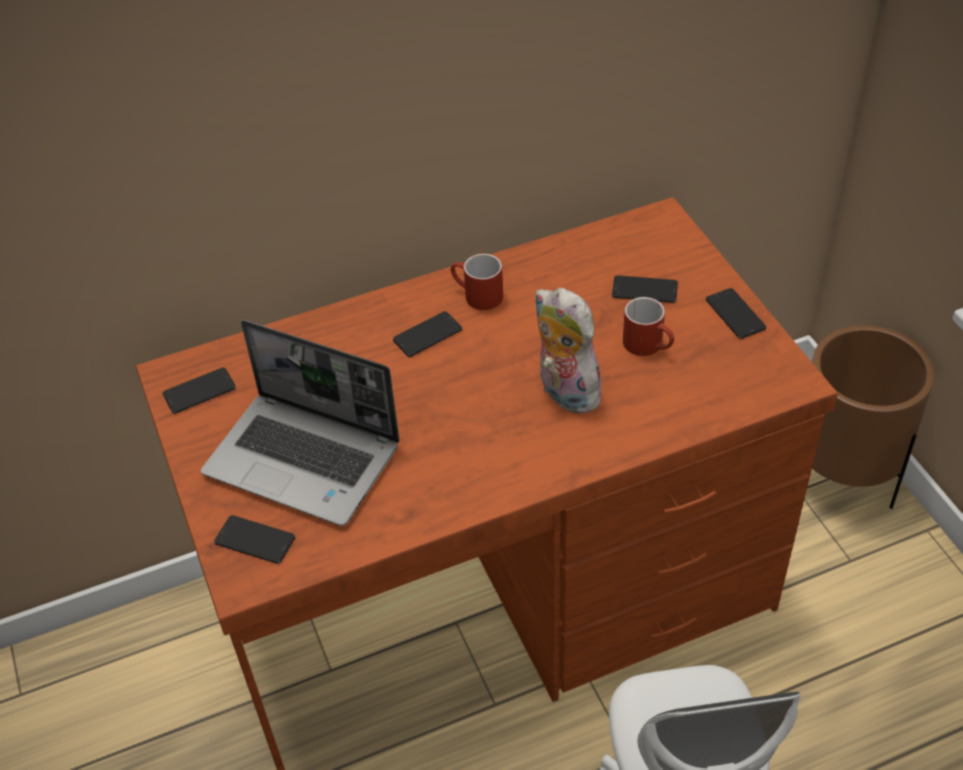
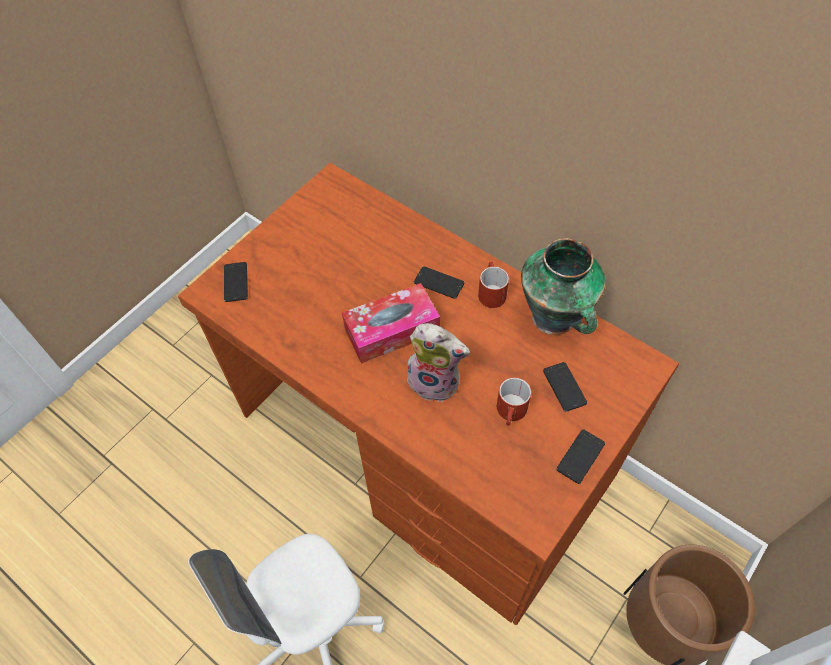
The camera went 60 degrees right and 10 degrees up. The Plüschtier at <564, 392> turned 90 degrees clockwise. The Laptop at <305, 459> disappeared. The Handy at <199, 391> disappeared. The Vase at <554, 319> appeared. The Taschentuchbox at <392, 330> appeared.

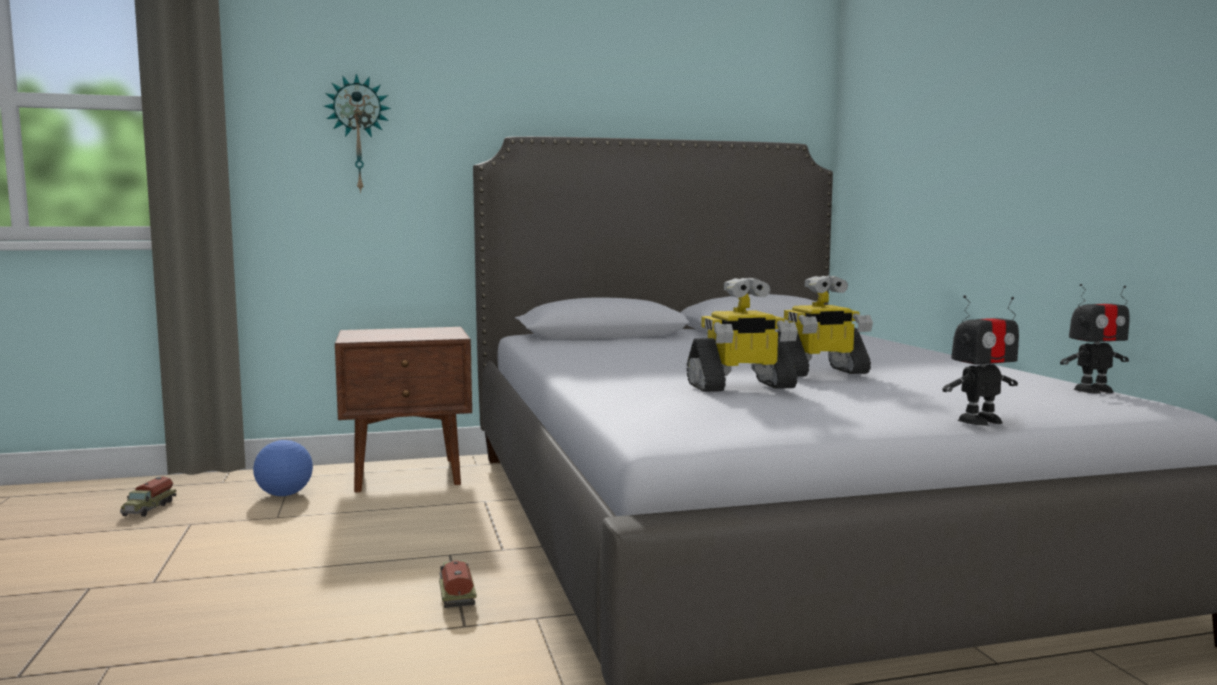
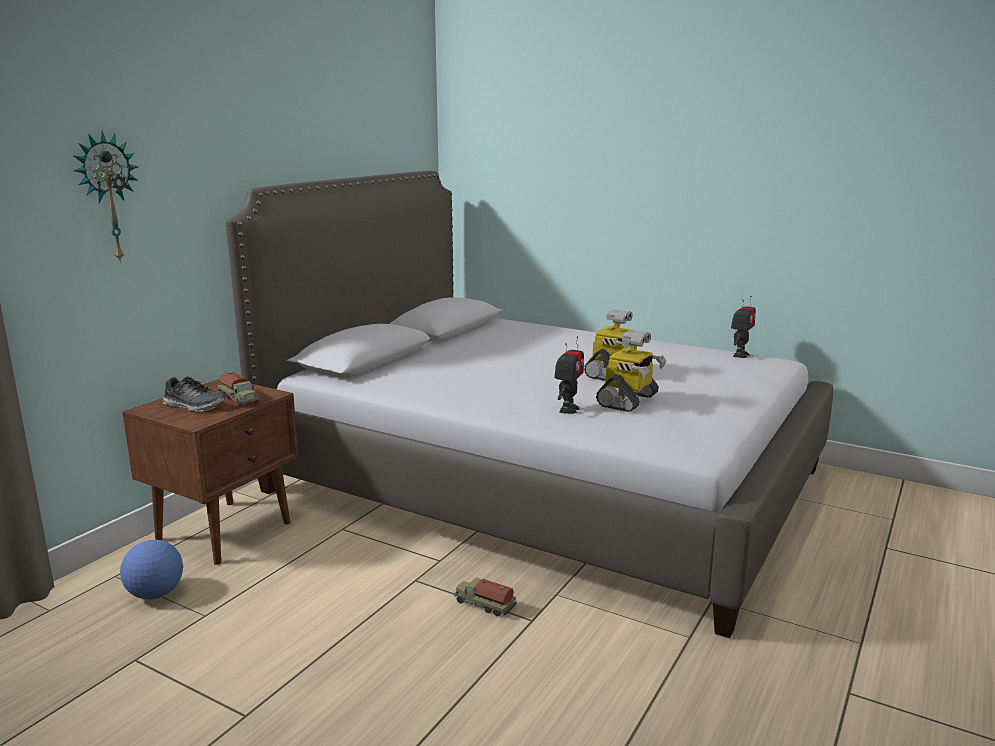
The camera went 45 degrees left and 10 degrees up. The Spielzeugroboter moved from <980, 421> to <568, 409>. The Spielzeuglaster moved from <148, 509> to <239, 399>. The Schuh at <194, 406> appeared.

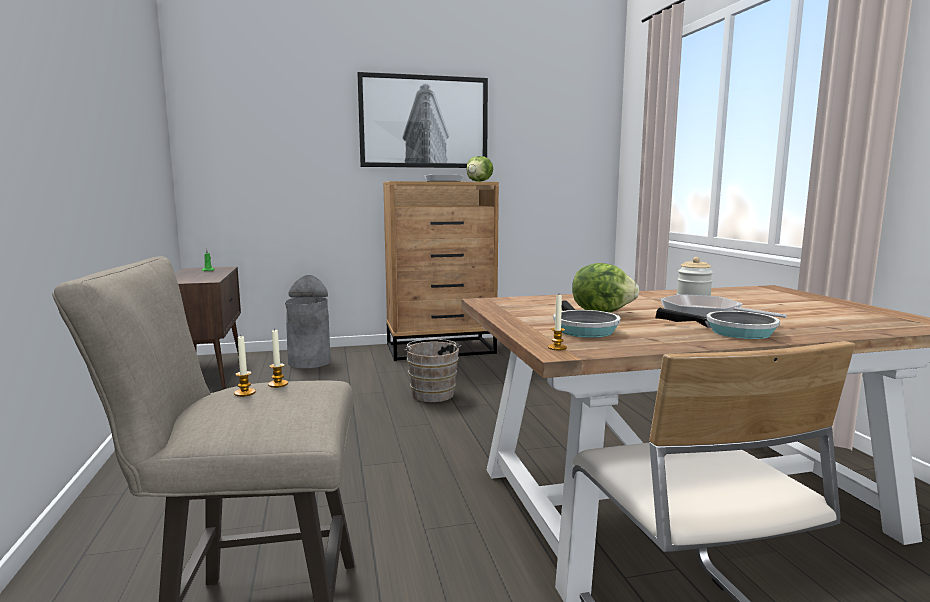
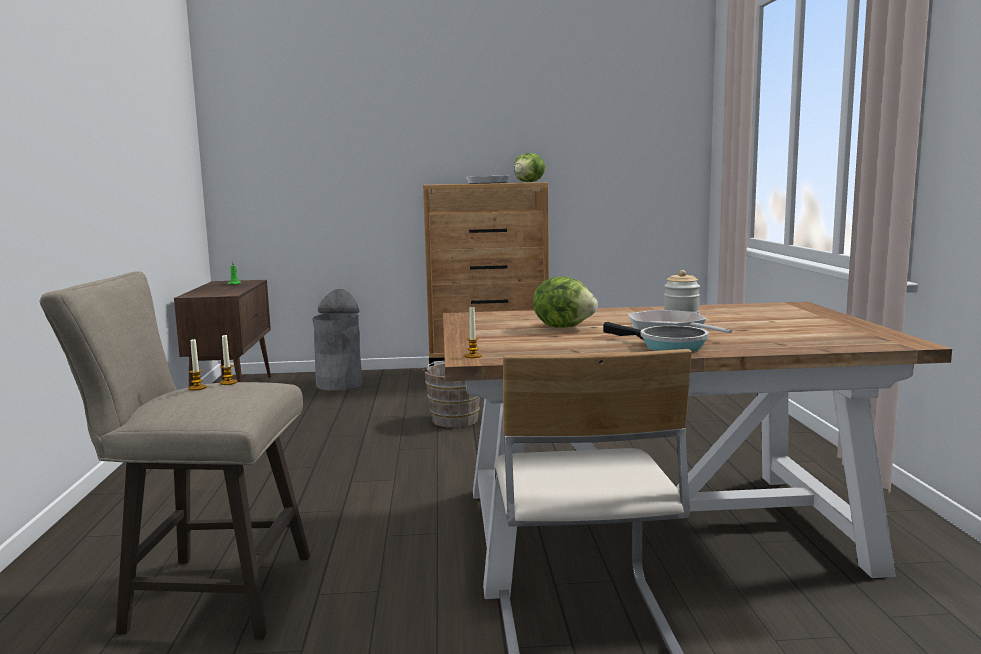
The camera went 10 degrees right and 0 degrees up. The Bild at <424, 122> disappeared. The Pfanne at <583, 329> disappeared.

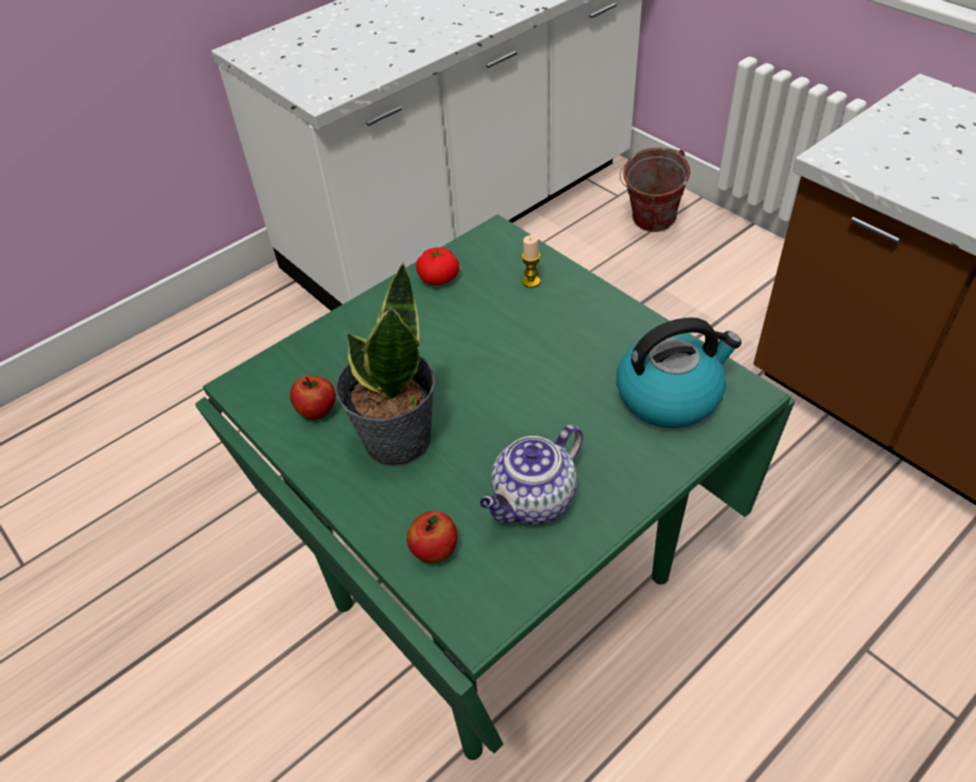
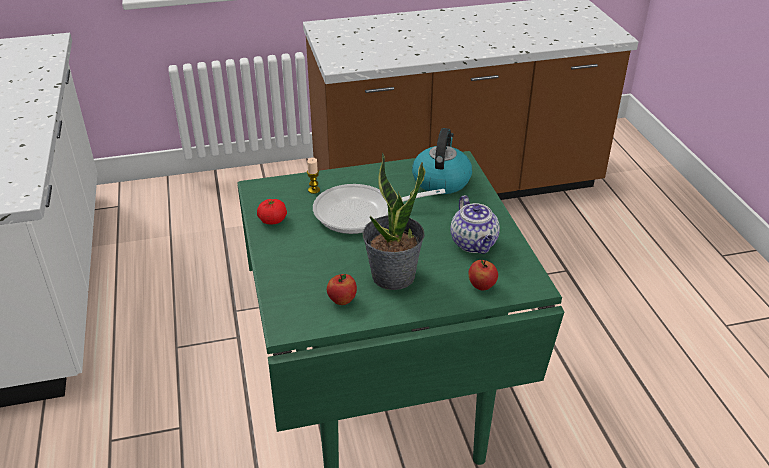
The camera went 65 degrees left and 10 degrees down. The Eimer at <648, 225> disappeared. The Pfanne at <361, 214> appeared.

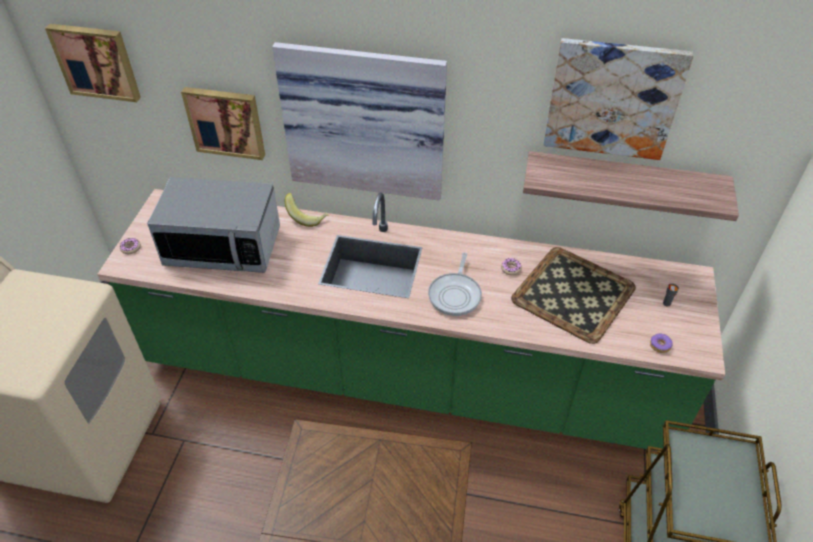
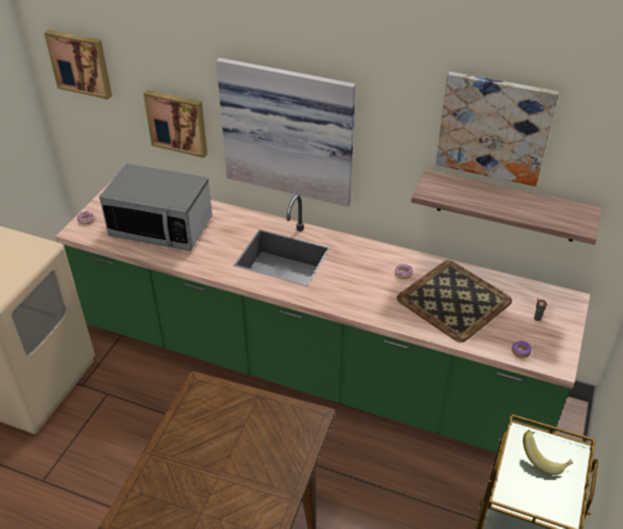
The camera went 10 degrees right and 5 degrees down. The Banane moved from <307, 217> to <545, 459>. The Pfanne at <455, 294> disappeared.

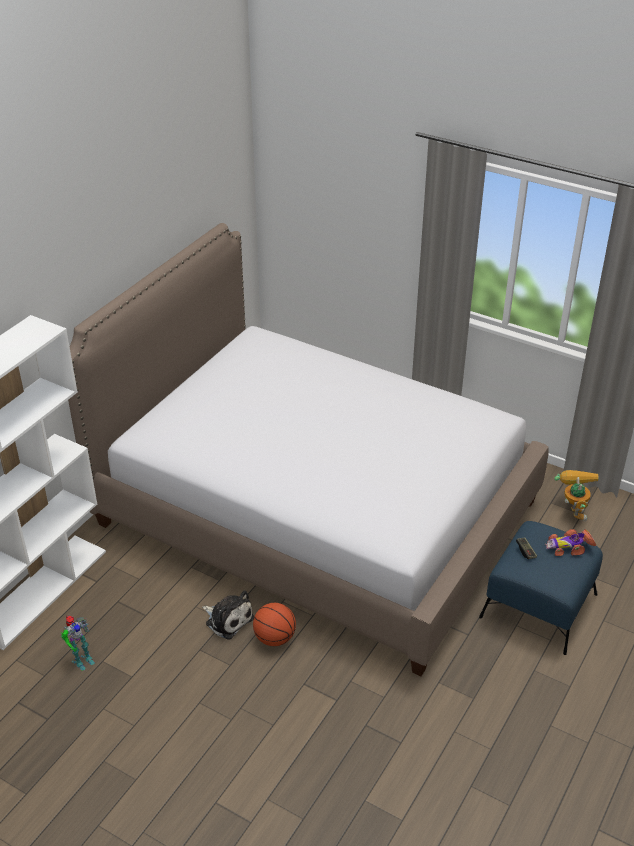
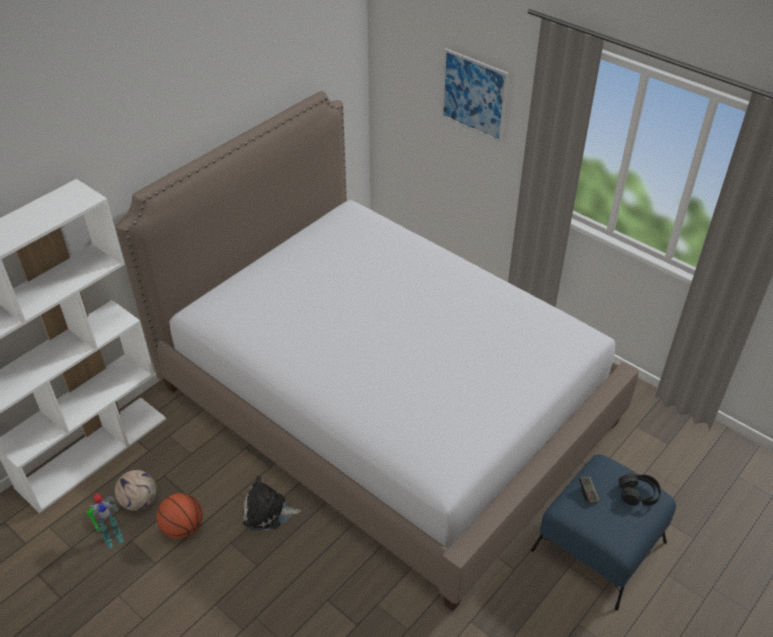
The camera went 10 degrees right and 5 degrees up. The Spielzeugroboter at <572, 510> disappeared. The Spielzeugauto at <569, 547> was replaced by the Kopfhörer (schwarz) at <638, 494>. The Plüschtier at <228, 619> turned 135 degrees clockwise. The Basketball moved from <274, 638> to <182, 528>. The Bild at <473, 95> appeared. The Fußball at <139, 501> appeared.

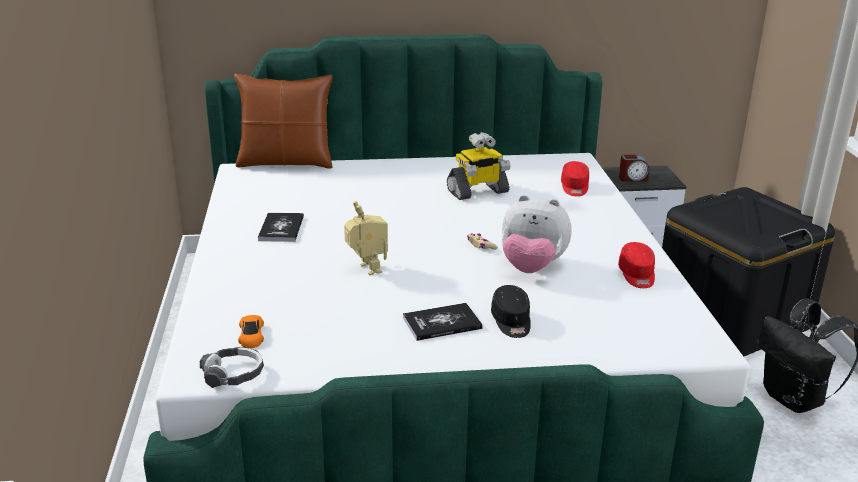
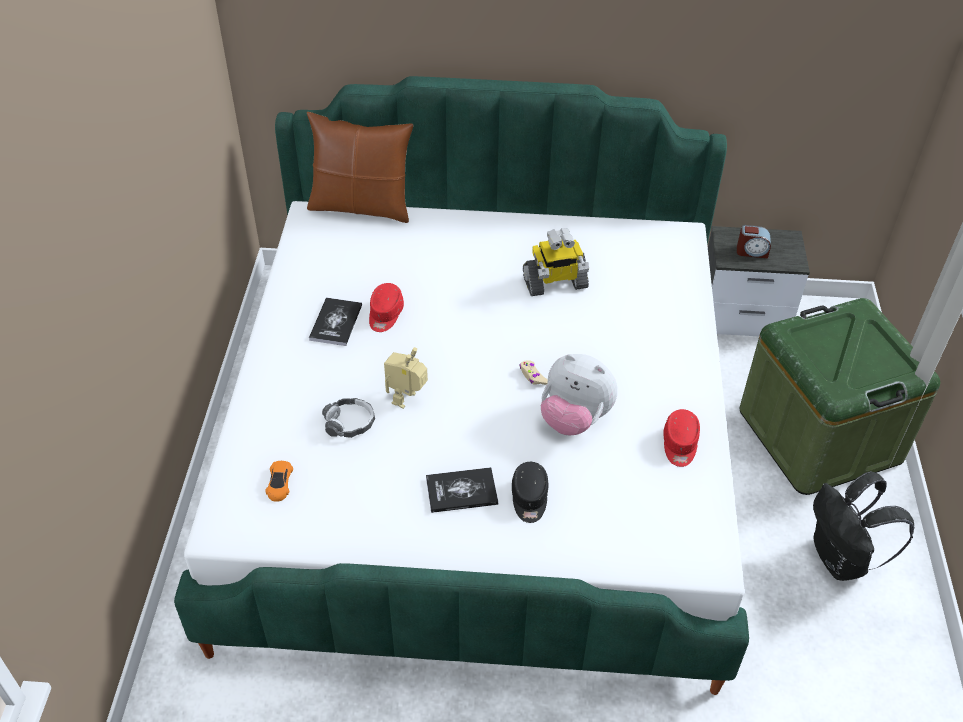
The camera went 10 degrees right and 20 degrees up. The Kappe (rot) moved from <574, 187> to <385, 315>. The Aufbewahrungsbox (schwarz) at <731, 317> became the Aufbewahrungsbox (grün) at <819, 435>. The Spielzeugroboter at <366, 269> turned 135 degrees counterclockwise. The Kopfhörer moved from <233, 374> to <349, 423>.

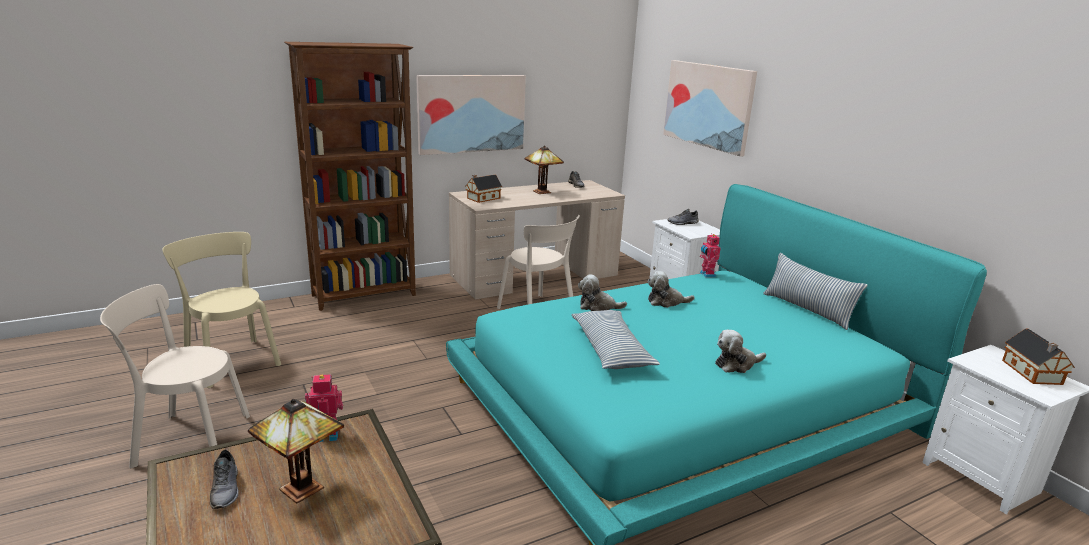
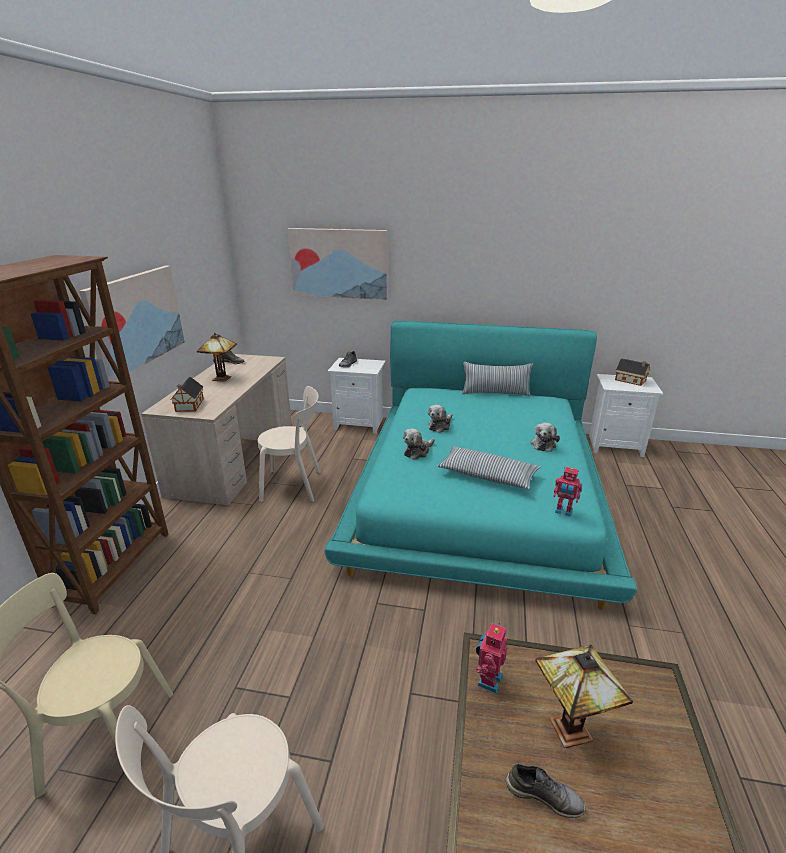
The camera went 50 degrees left and 5 degrees up. The Spielzeugroboter moved from <706, 274> to <563, 511>.

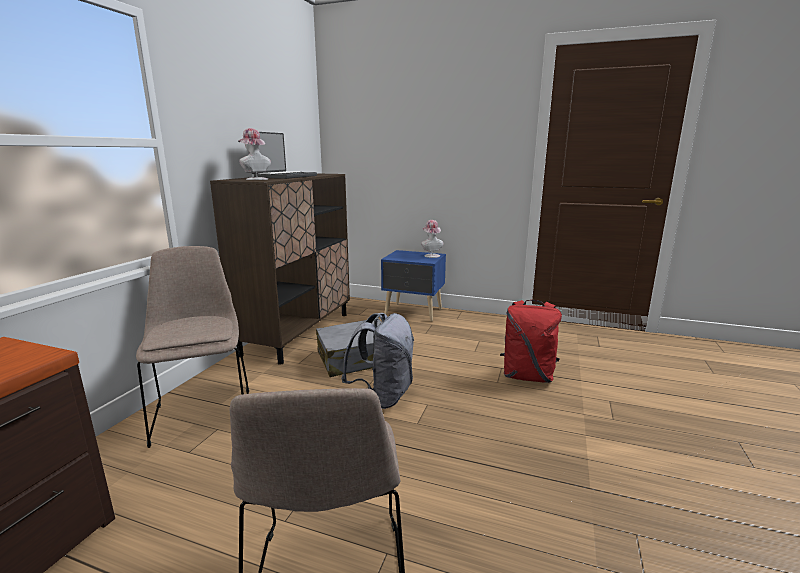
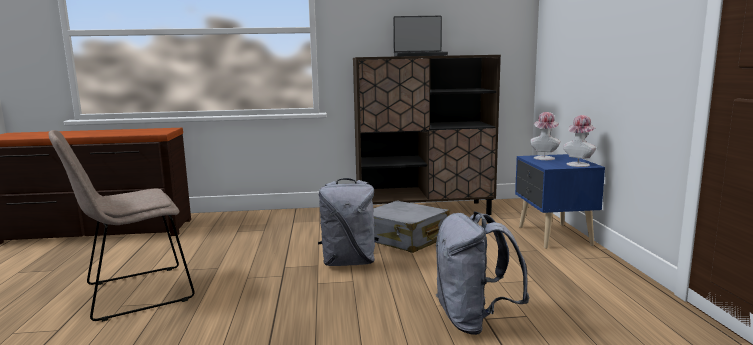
The camera went 65 degrees right and 5 degrees down. The Hut moved from <255, 179> to <544, 157>. The Stuhl (beige) at <203, 412> disappeared. The Rucksack (rot) at <527, 376> became the Rucksack (grau) at <474, 321>.

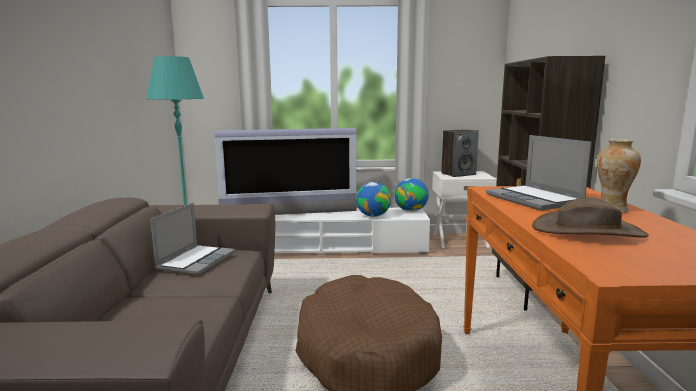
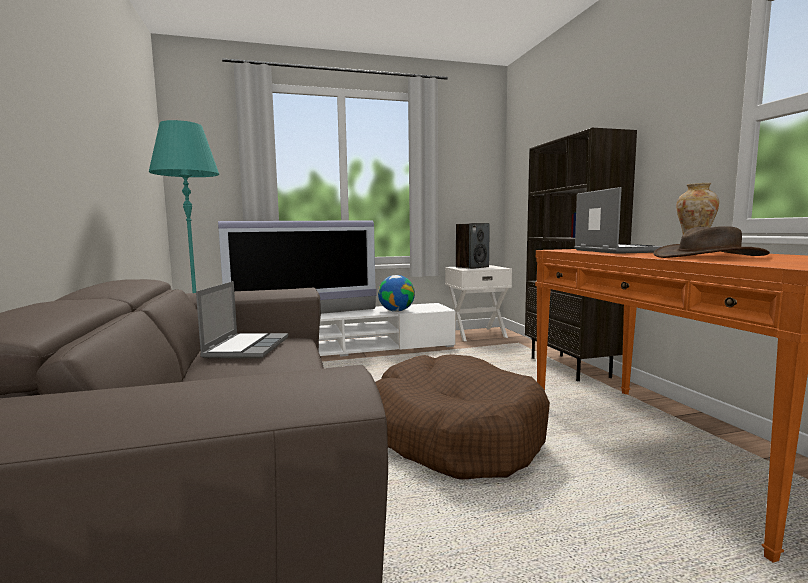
The camera went 15 degrees left and 5 degrees down. The Laptop at <535, 199> turned 150 degrees counterclockwise. The Globus at <411, 211> disappeared.

